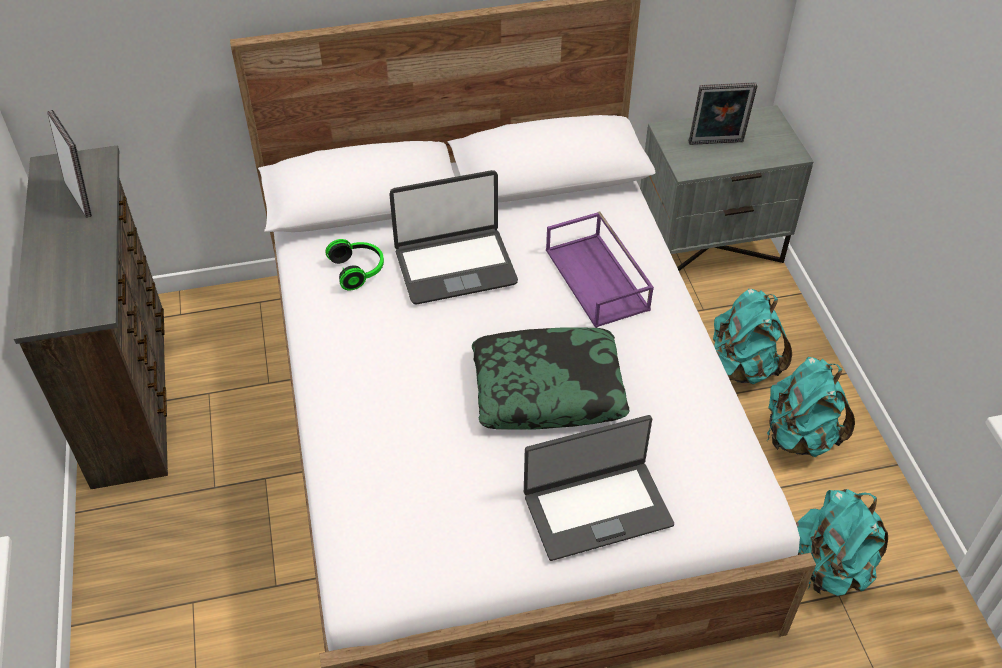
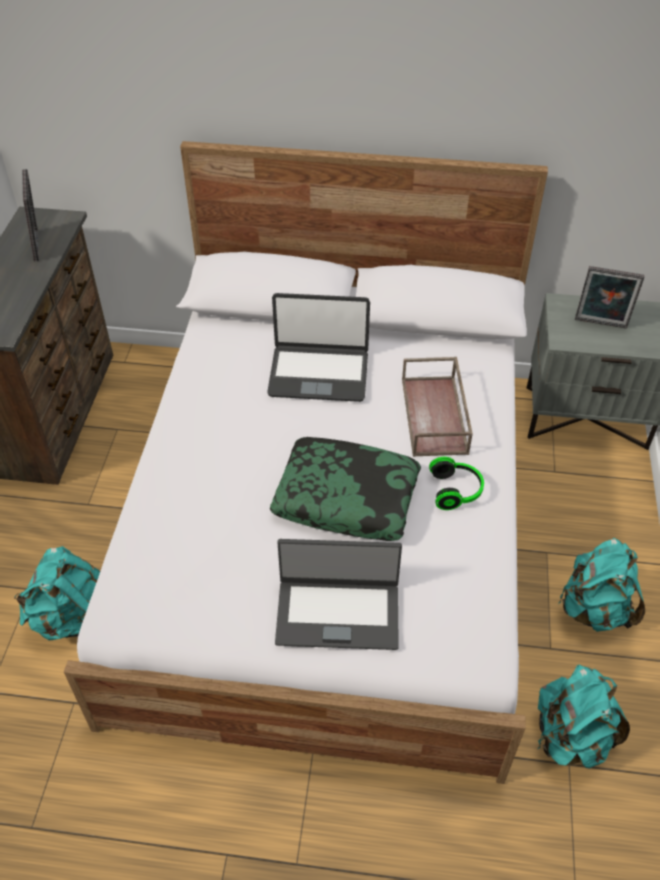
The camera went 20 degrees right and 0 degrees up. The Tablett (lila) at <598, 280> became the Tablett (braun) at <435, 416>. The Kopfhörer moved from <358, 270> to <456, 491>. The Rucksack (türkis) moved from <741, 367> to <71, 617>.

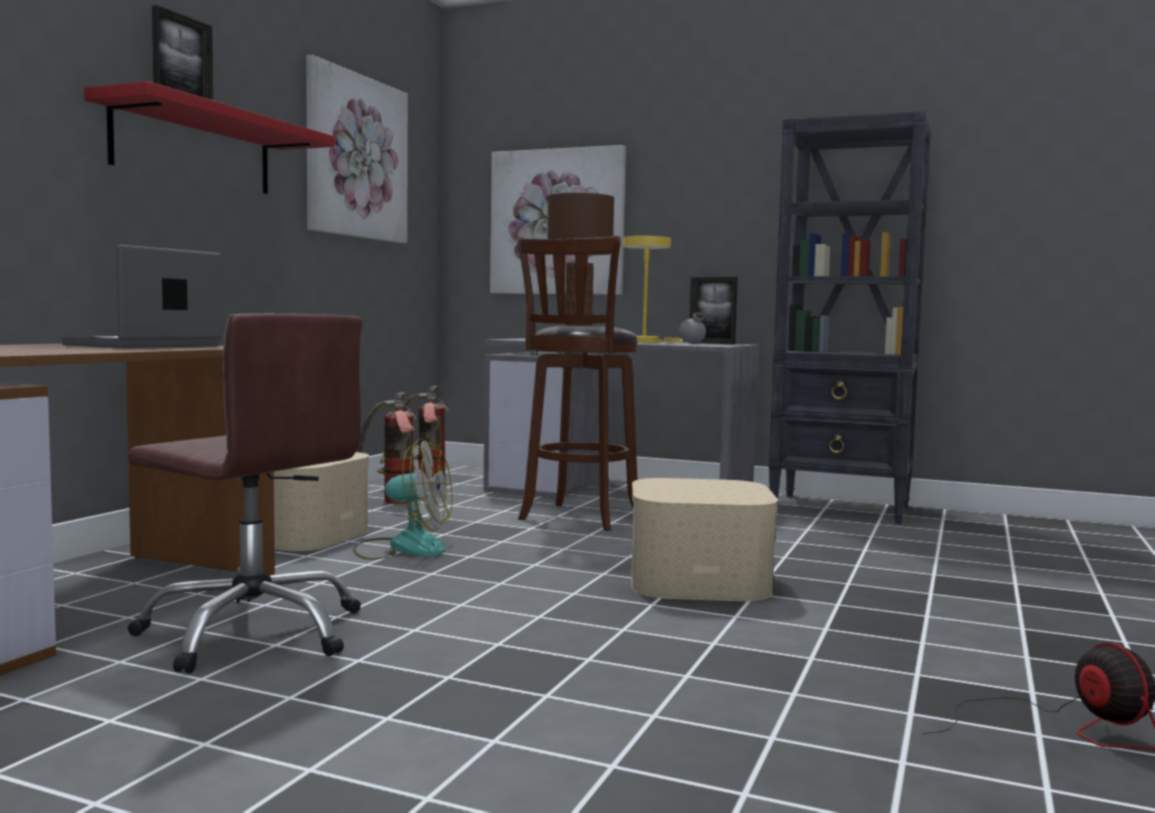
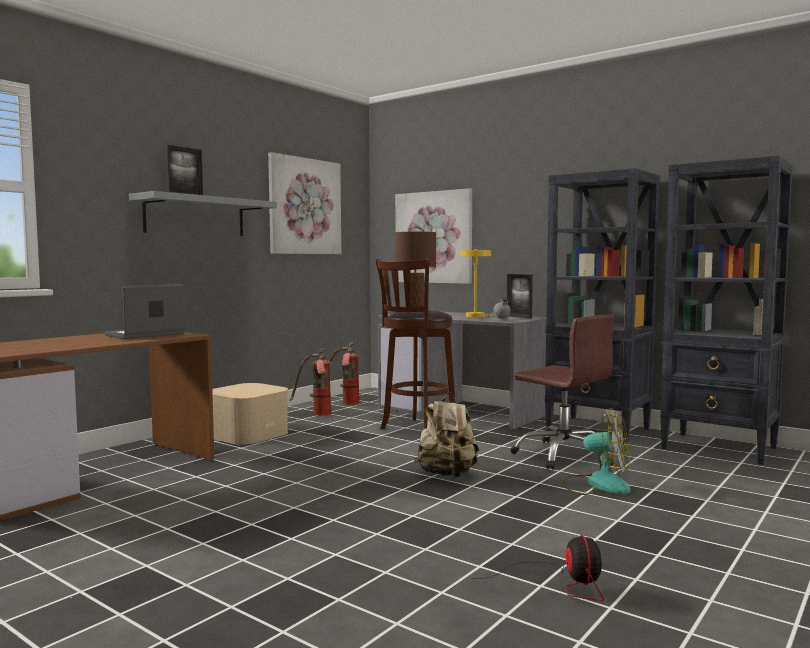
The camera went 15 degrees right and 0 degrees up. The Wandregal (rot) at <194, 148> became the Wandregal (grau) at <195, 216>. The Bürostuhl (braun) moved from <254, 632> to <564, 455>. The Ventilator moved from <403, 547> to <597, 484>. The Aufbewahrungsbox (beige) at <699, 580> was replaced by the Rucksack (beige) at <447, 475>. The Bücherregal (schwarz) at <720, 448> appeared.

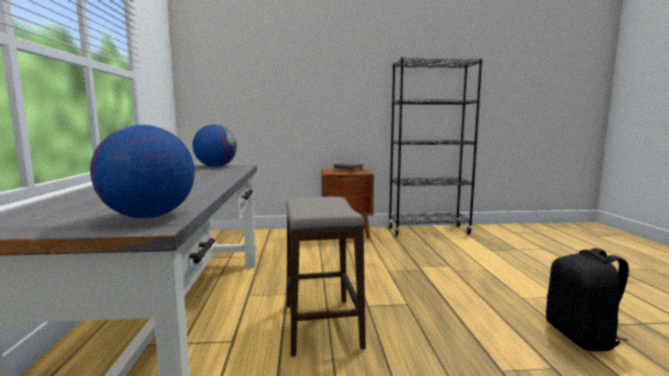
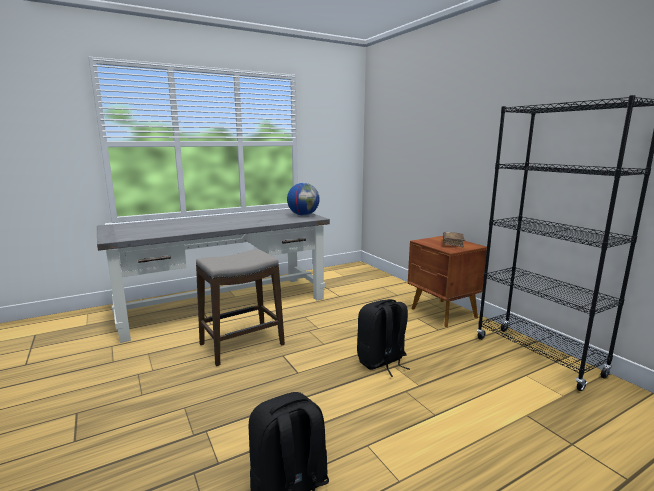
The camera went 65 degrees right and 5 degrees up. The Globus at <148, 217> disappeared. The Rucksack (schwarz) at <382, 362> appeared.

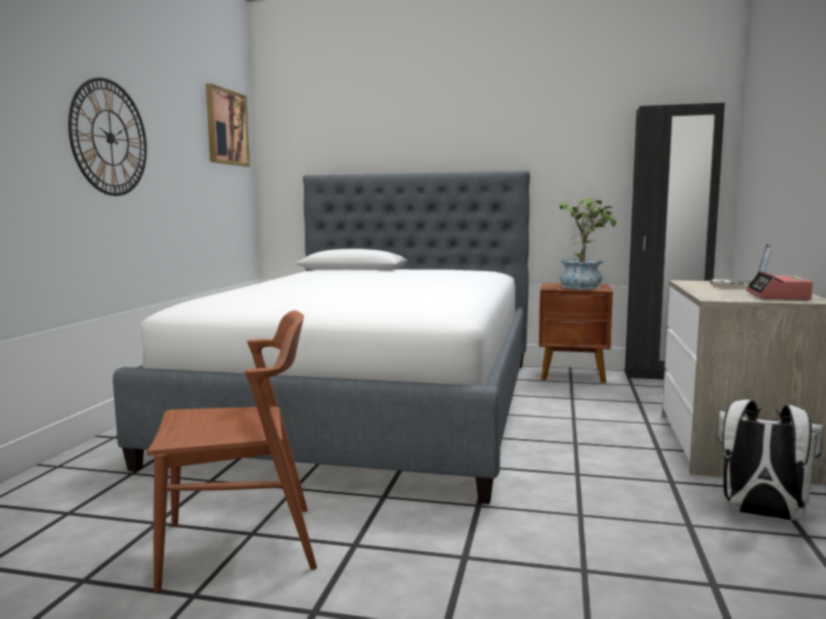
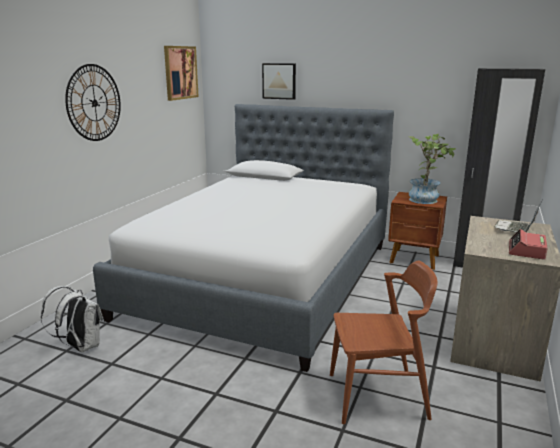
The camera went 10 degrees right and 10 degrees up. The Stuhl (braun) moved from <240, 545> to <377, 396>. The Rucksack (weiß) moved from <760, 515> to <80, 347>. The Bild at <279, 81> appeared.

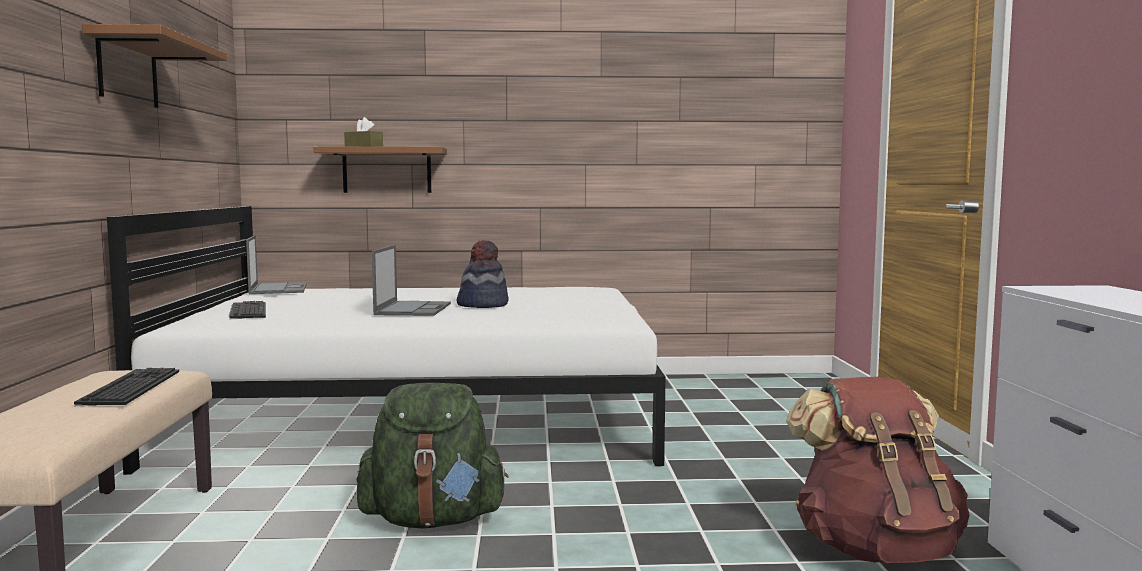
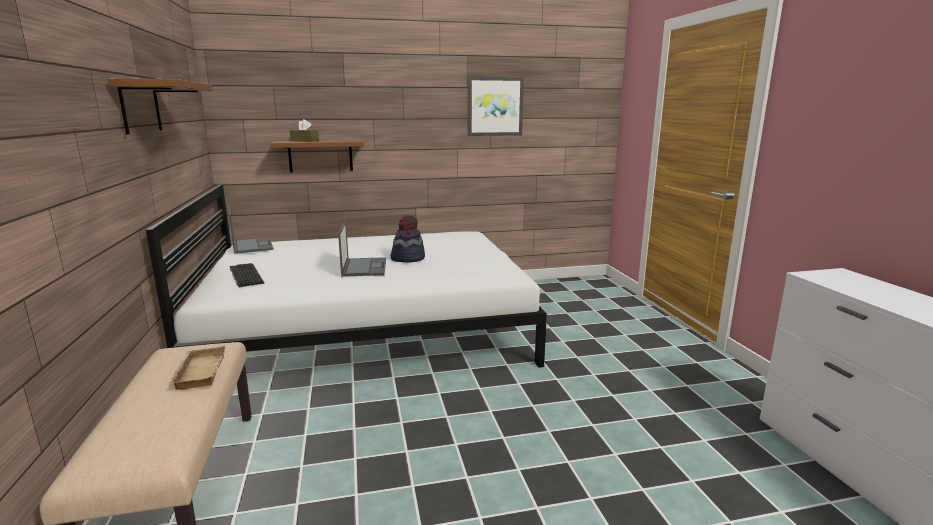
The camera went 10 degrees left and 10 degrees up. The Tastatur at <129, 387> was replaced by the Tablett (beige) at <198, 372>. The Rucksack (braun) at <875, 550> disappeared. The Rucksack (grün) at <433, 520> disappeared. The Bild at <495, 106> appeared.

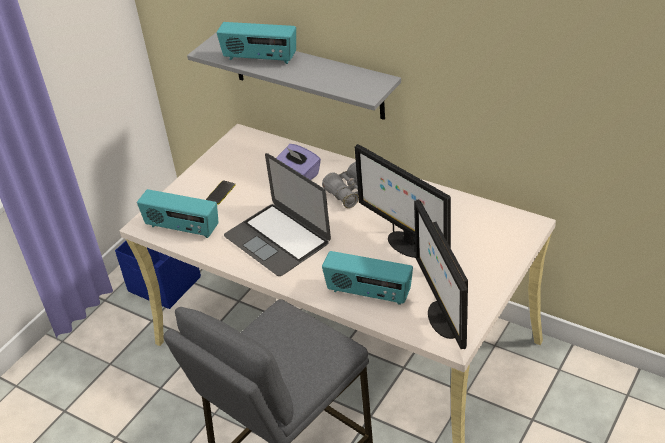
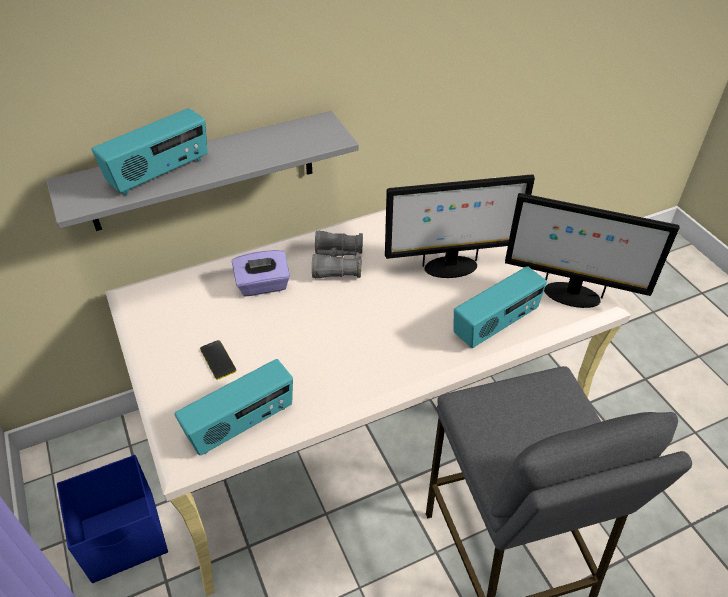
The camera went 60 degrees left and 5 degrees up. The Laptop at <277, 239> disappeared.

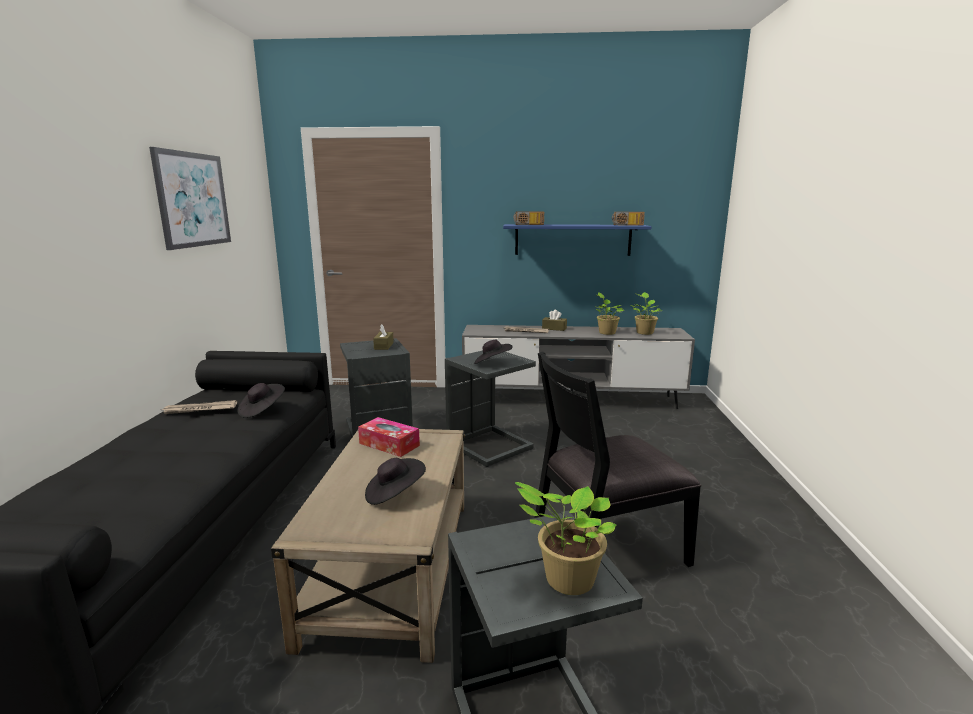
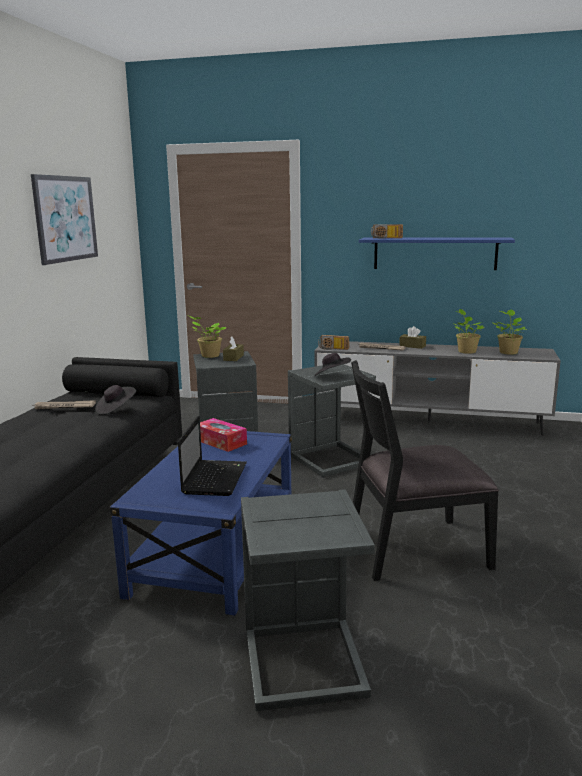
The camera went 10 degrees right and 0 degrees up. The Radio moved from <627, 225> to <332, 349>. The Couchtisch (beige) at <392, 567> became the Couchtisch (blau) at <216, 549>. The Hut (schwarz) at <394, 494> was replaced by the Laptop at <214, 478>. The Topfpflanze moved from <565, 580> to <209, 356>.

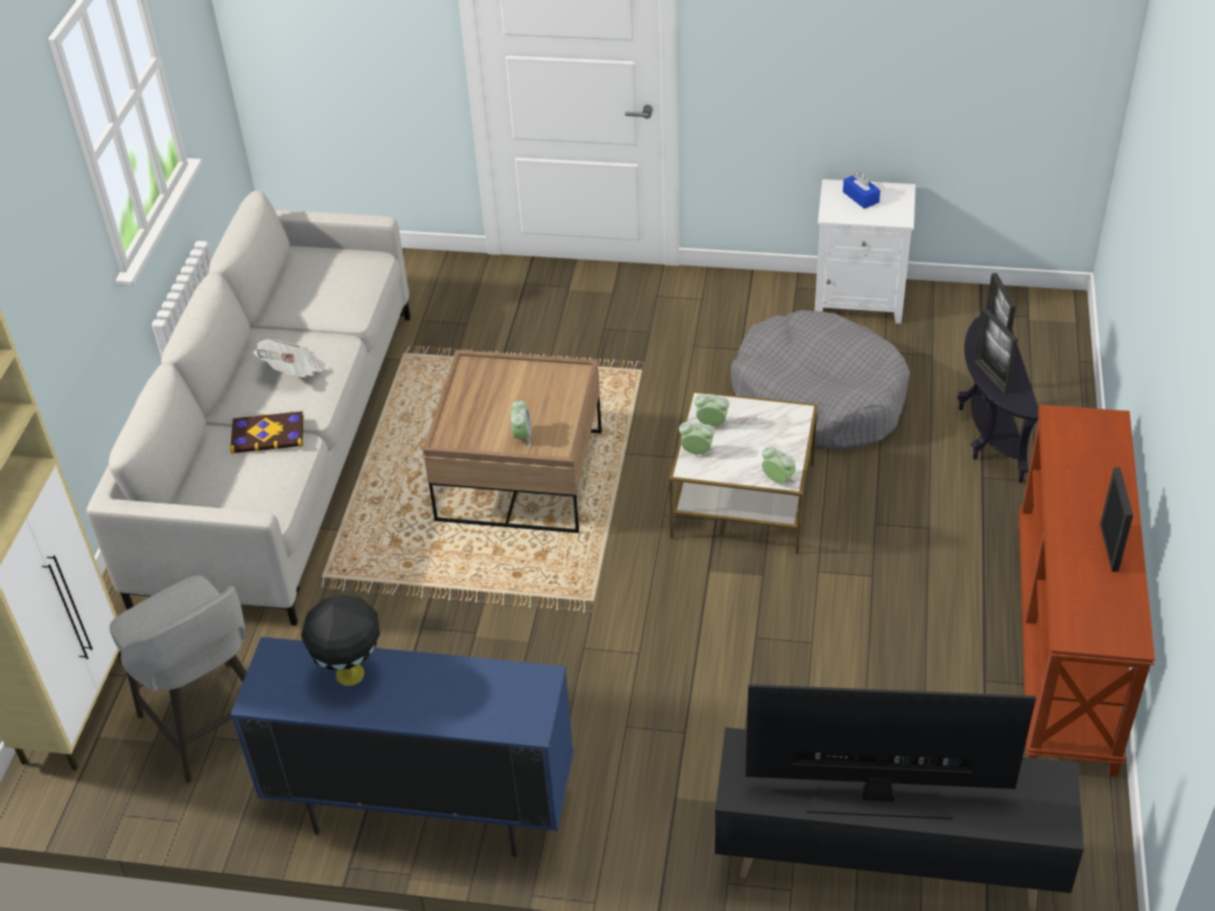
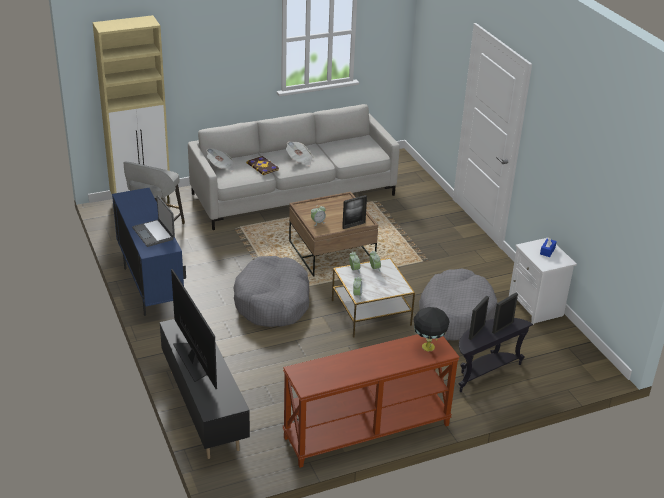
The camera went 55 degrees right and 10 degrees down. The Bilderrahmen moved from <1109, 547> to <353, 225>. The Tischlampe (schwarz) moved from <351, 675> to <428, 347>. The Zeitung at <221, 166> appeared. The Laptop at <154, 233> appeared. The Hundebett (grau) at <272, 302> appeared.

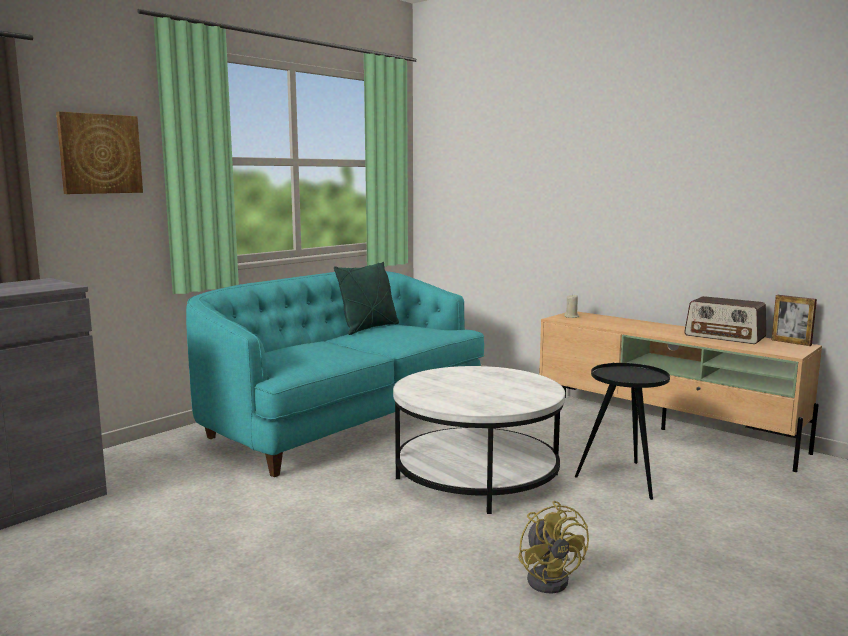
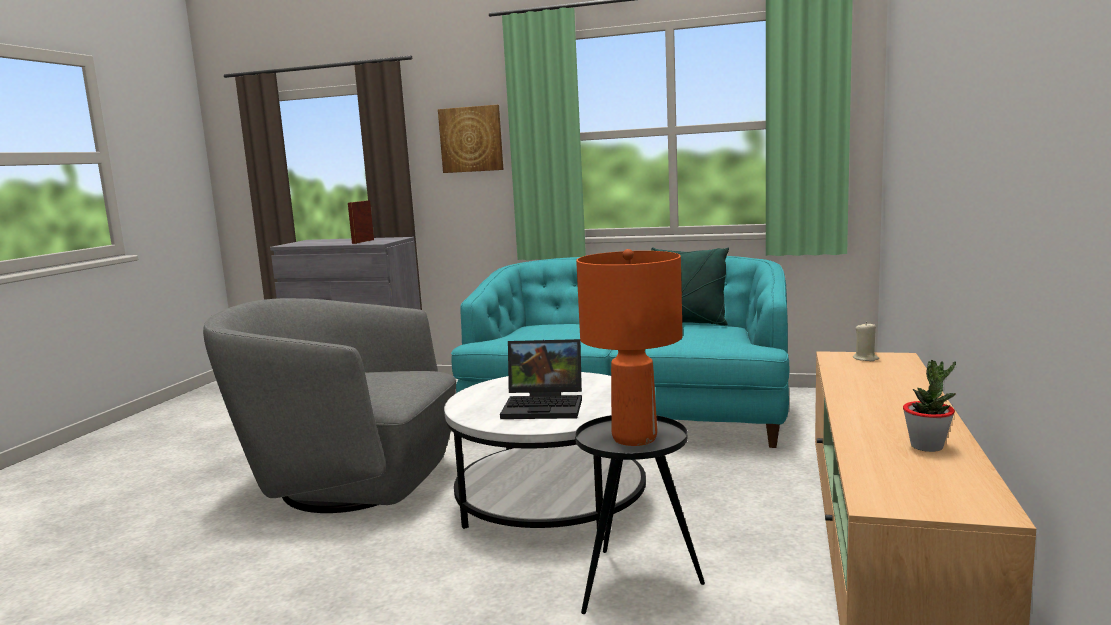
The camera went 65 degrees right and 0 degrees up. The Bilderrahmen moved from <791, 342> to <363, 241>. The Radio at <725, 336> was replaced by the Topfpflanze at <927, 446>. The Ventilator (gelb) at <551, 578> disappeared. The Tischlampe (orange) at <633, 438> appeared. The Sessel (grau) at <349, 483> appeared. The Laptop at <545, 406> appeared.

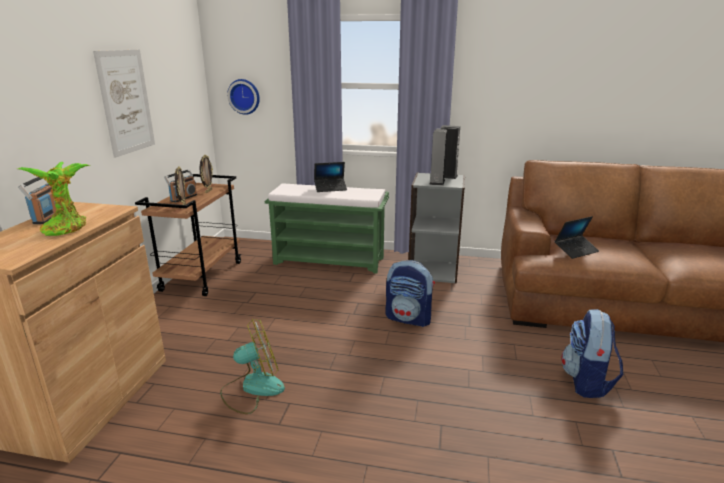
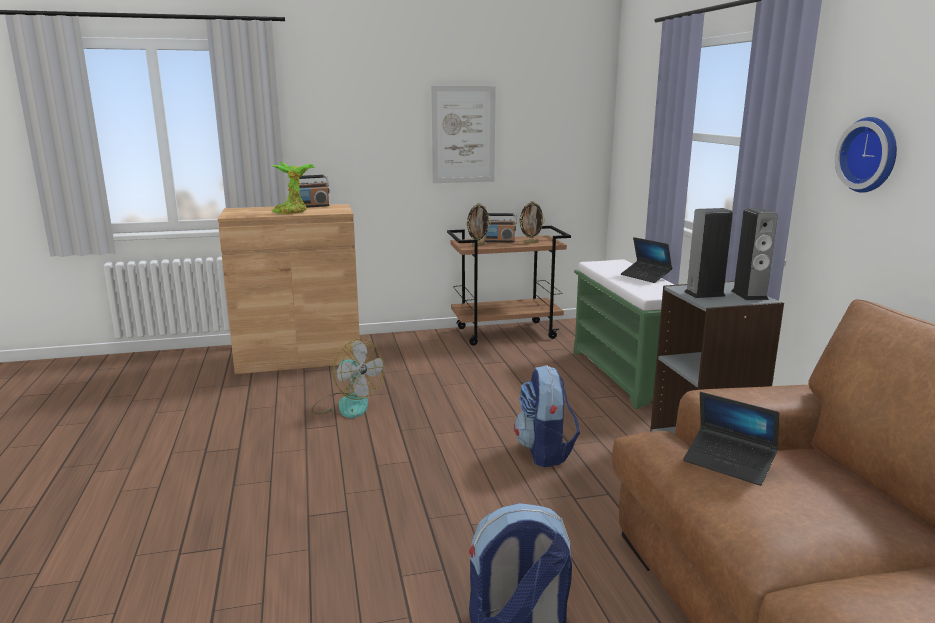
The camera went 65 degrees right and 5 degrees down. The Wanduhr moved from <244, 96> to <871, 155>.

